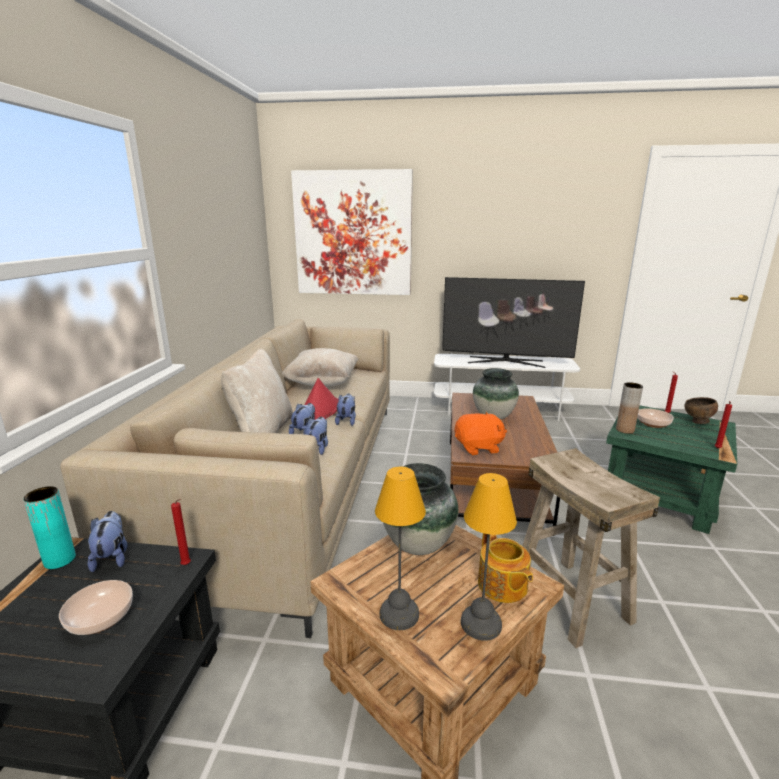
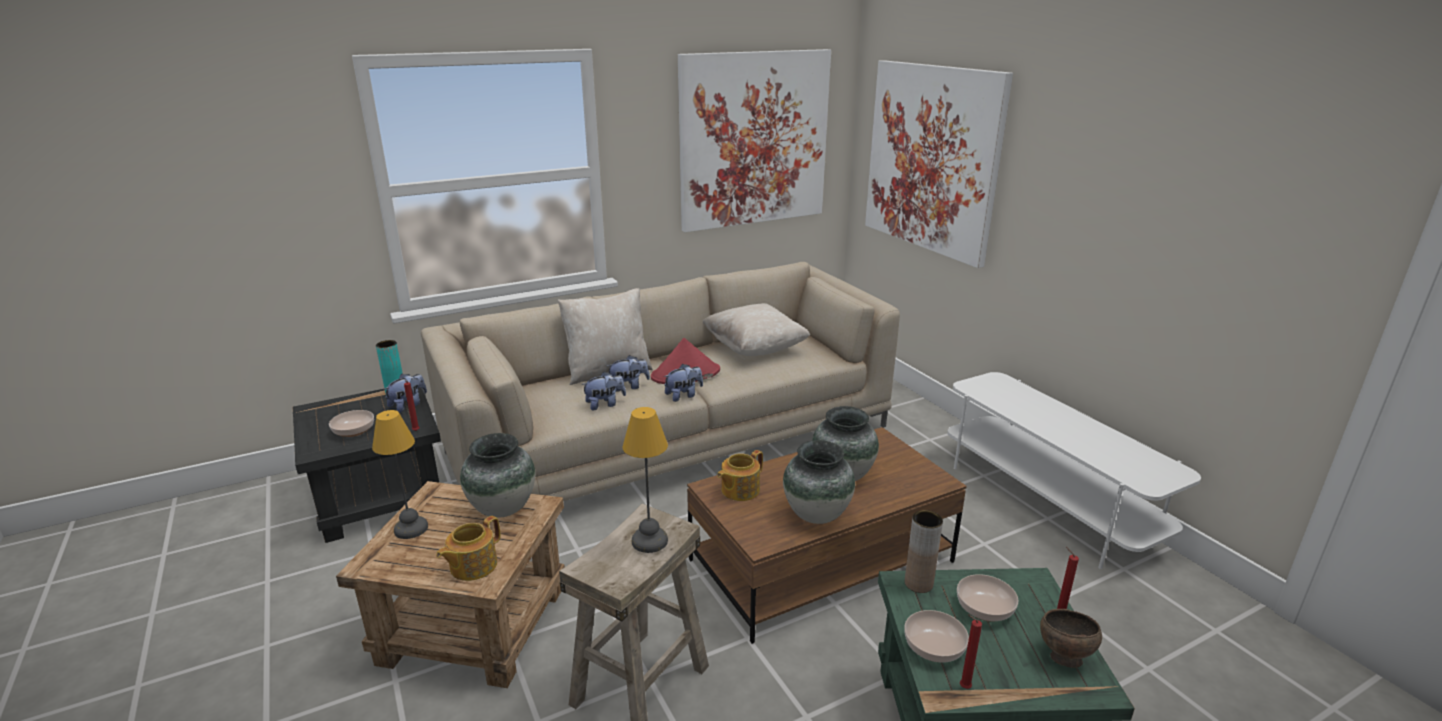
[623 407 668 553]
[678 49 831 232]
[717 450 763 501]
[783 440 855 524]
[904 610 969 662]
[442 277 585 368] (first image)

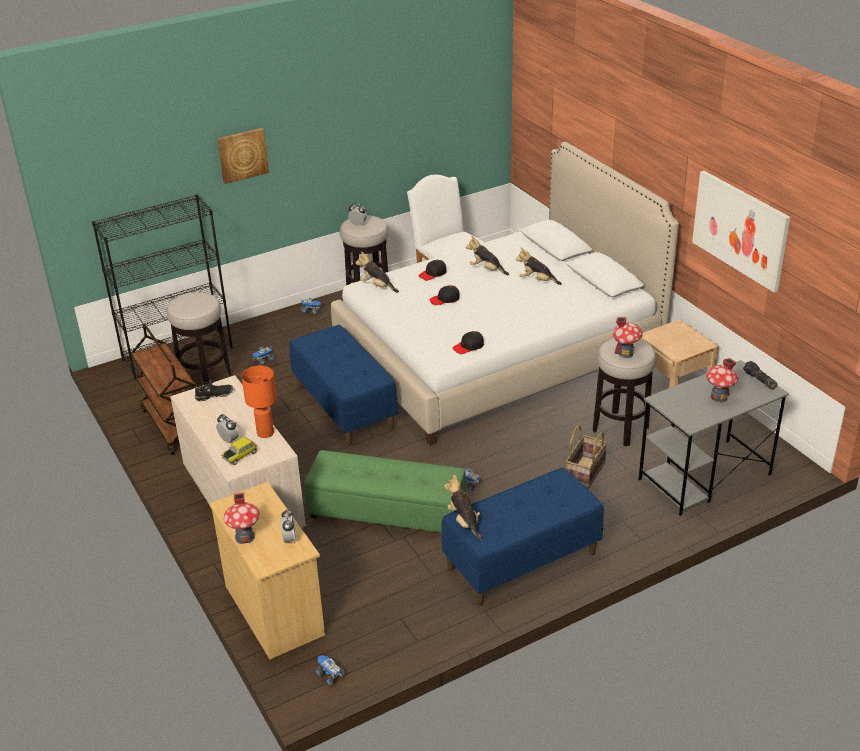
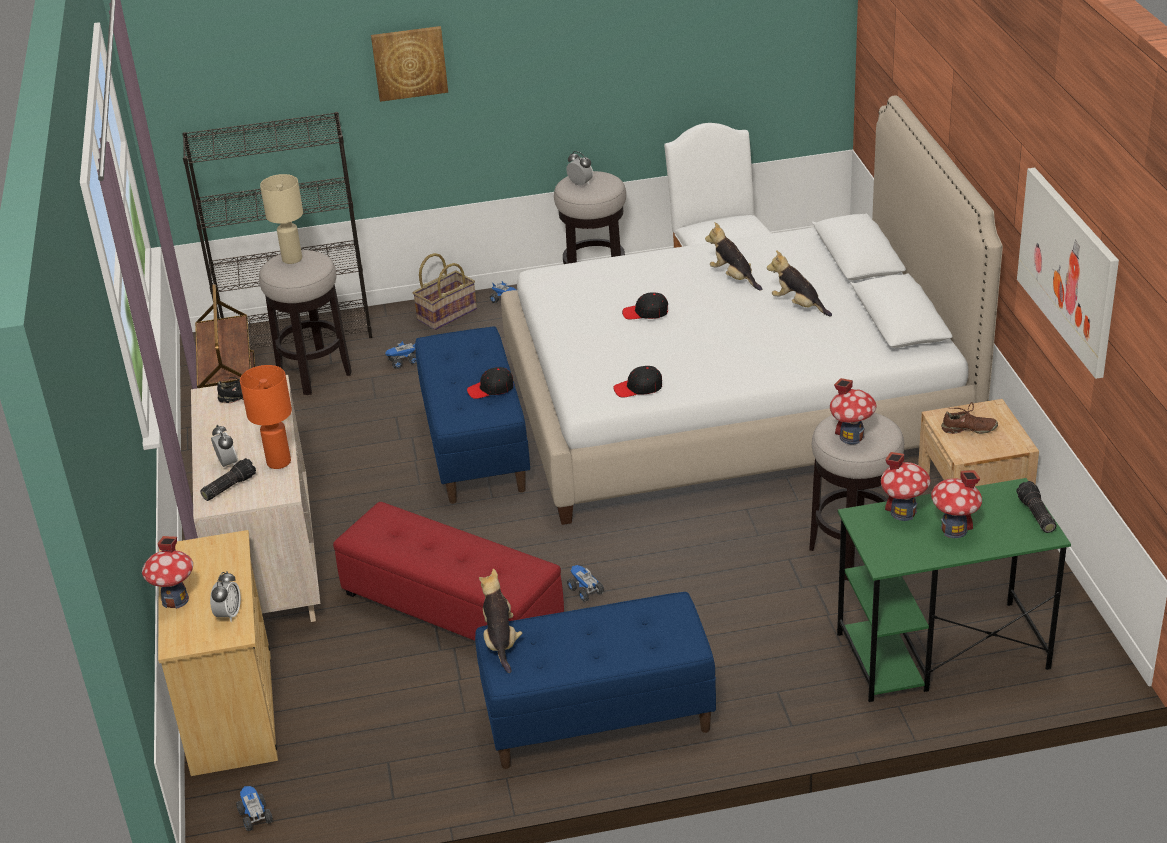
[200 458 256 501]
[260 174 303 264]
[333 502 564 641]
[413 253 477 330]
[467 367 513 399]
[837 478 1071 702]
[881 452 931 521]
[941 402 998 434]
[356 252 399 293] (first image)

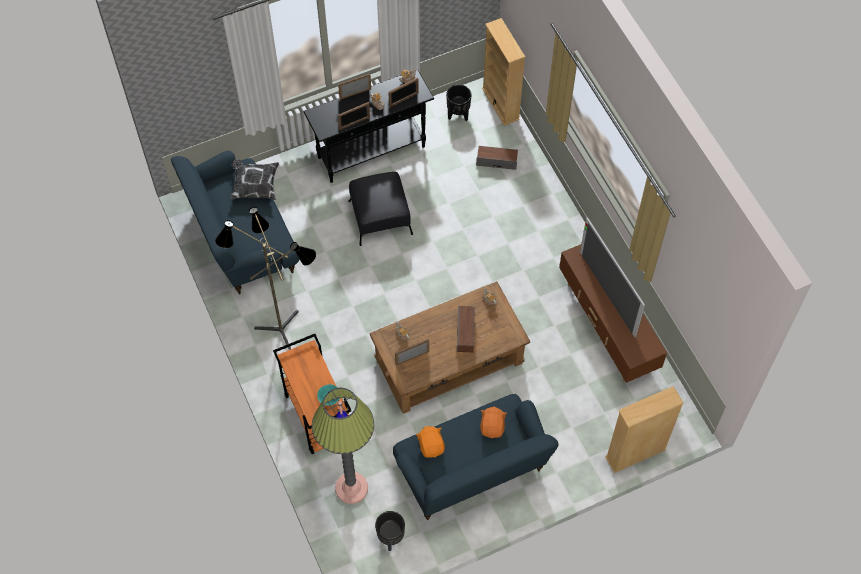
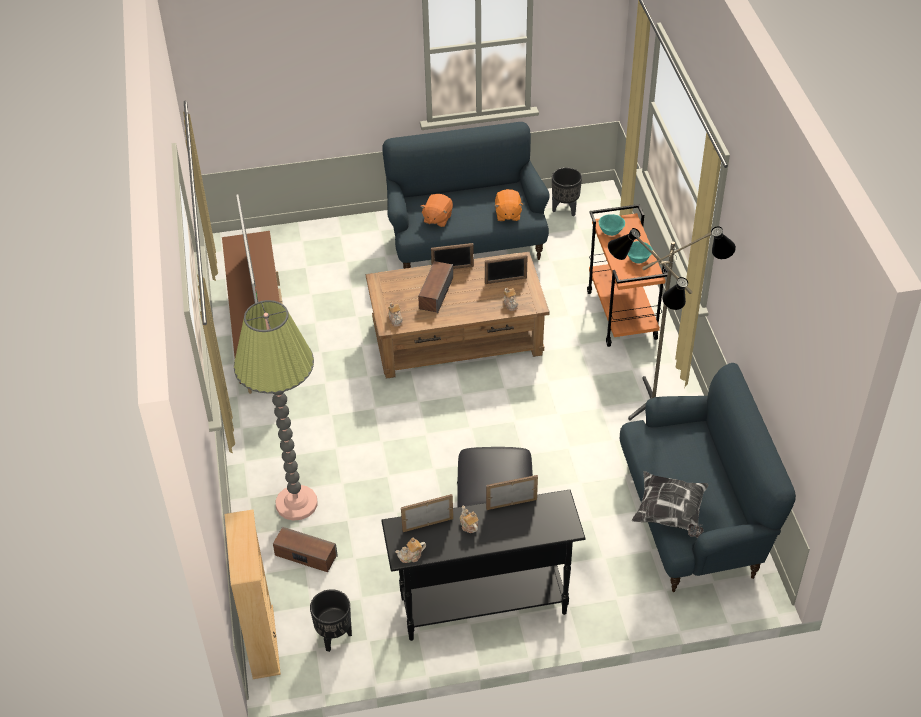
[234 300 318 521]
[431 243 474 269]
[628 241 653 264]
[605 386 684 473] (first image)

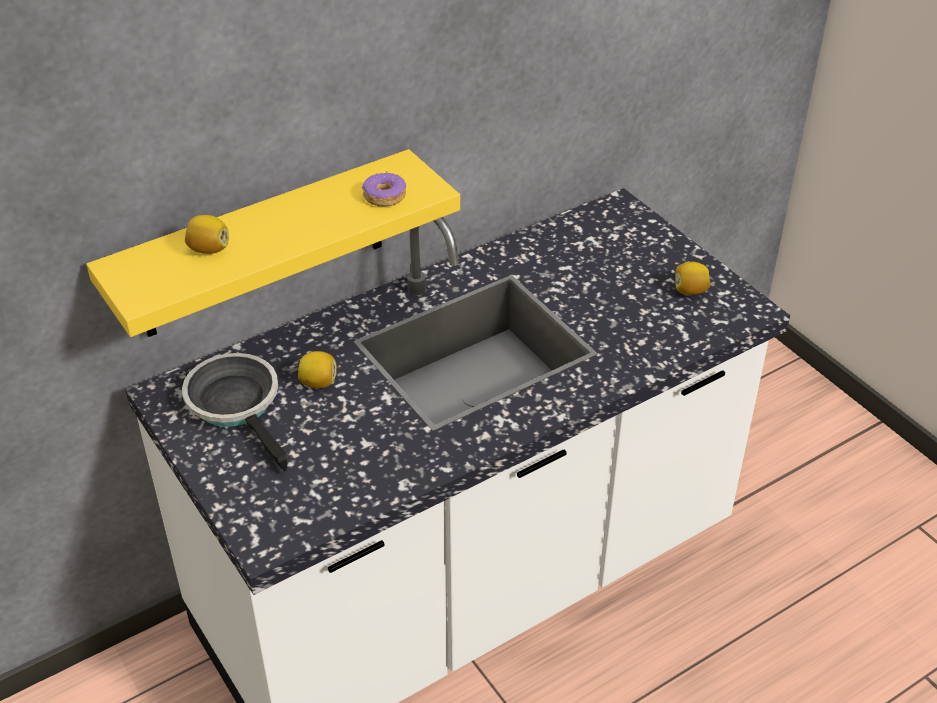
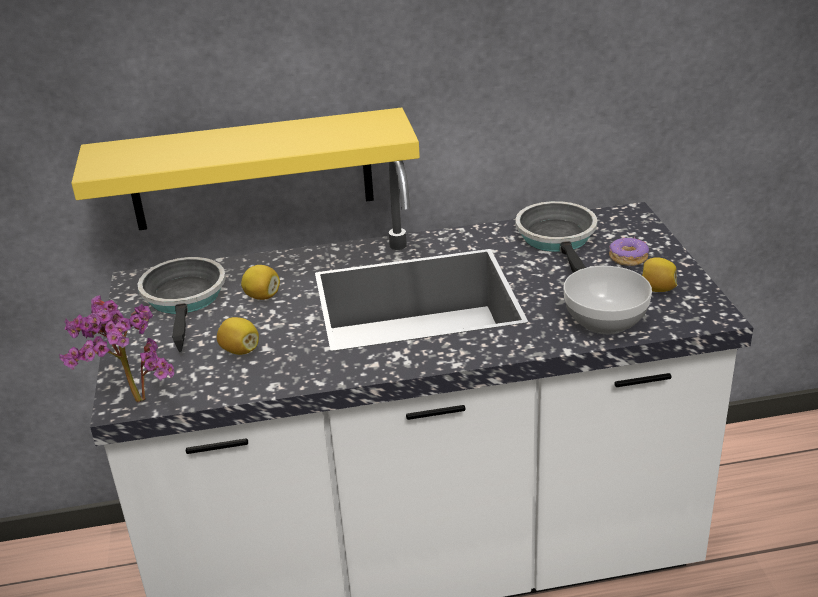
[59 295 174 403]
[217 317 259 355]
[515 201 598 273]
[564 266 652 335]
[609 237 649 266]

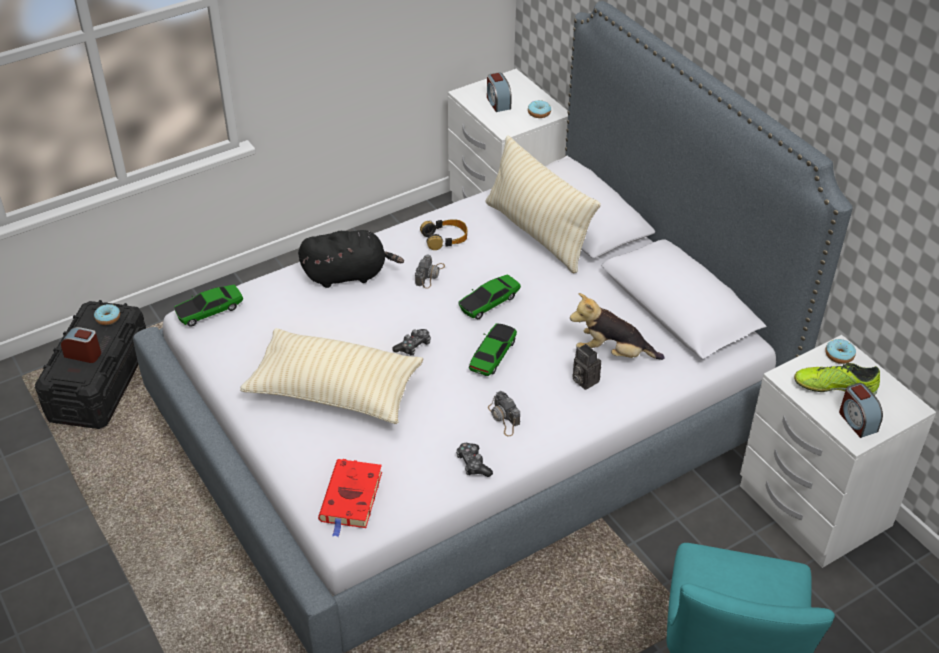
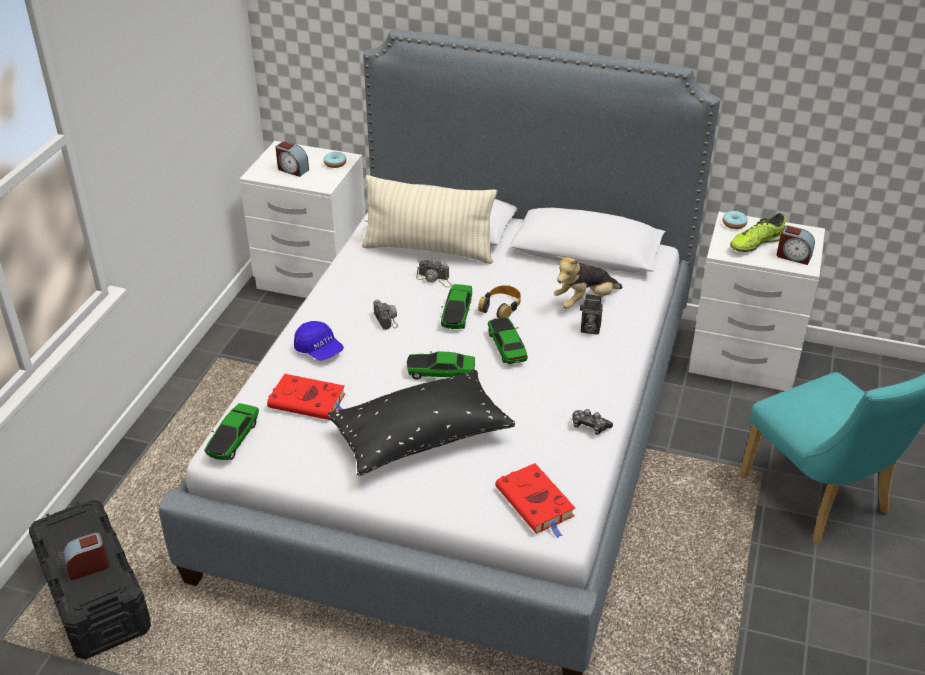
[267 374 345 420]
[294 321 344 360]
[328 369 515 476]
[407 351 475 379]
[416 260 452 287]
[478 285 521 318]
[94 304 120 325] (first image)

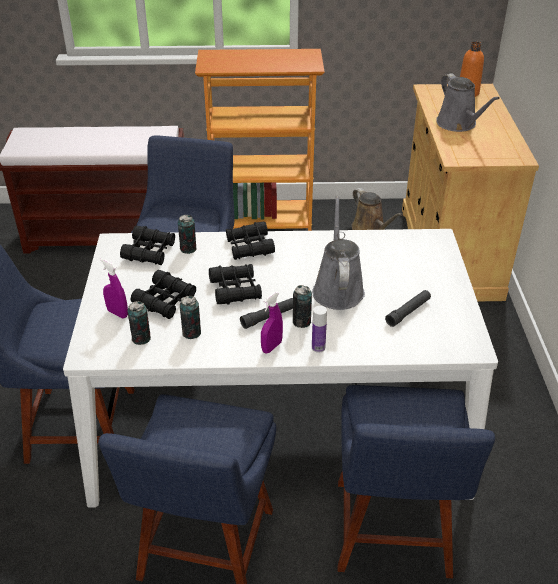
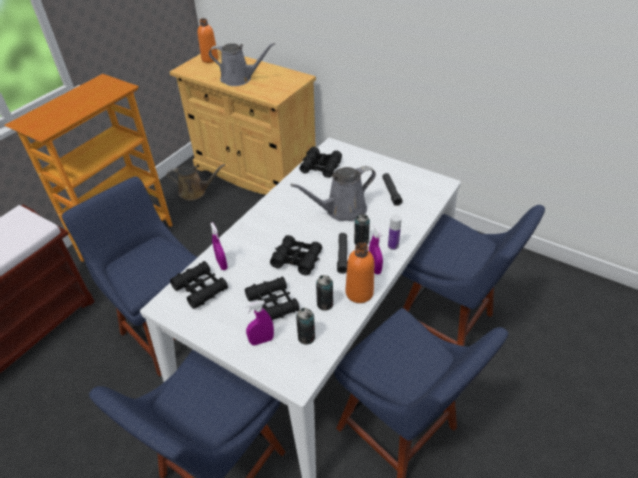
[210 222 228 270]
[291 166 376 221]
[299 147 342 178]
[345 243 374 303]

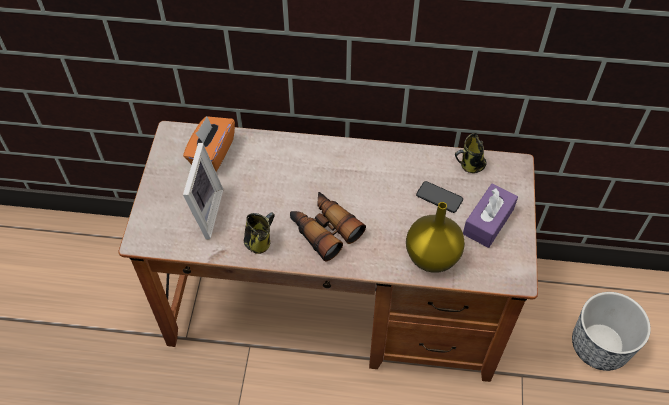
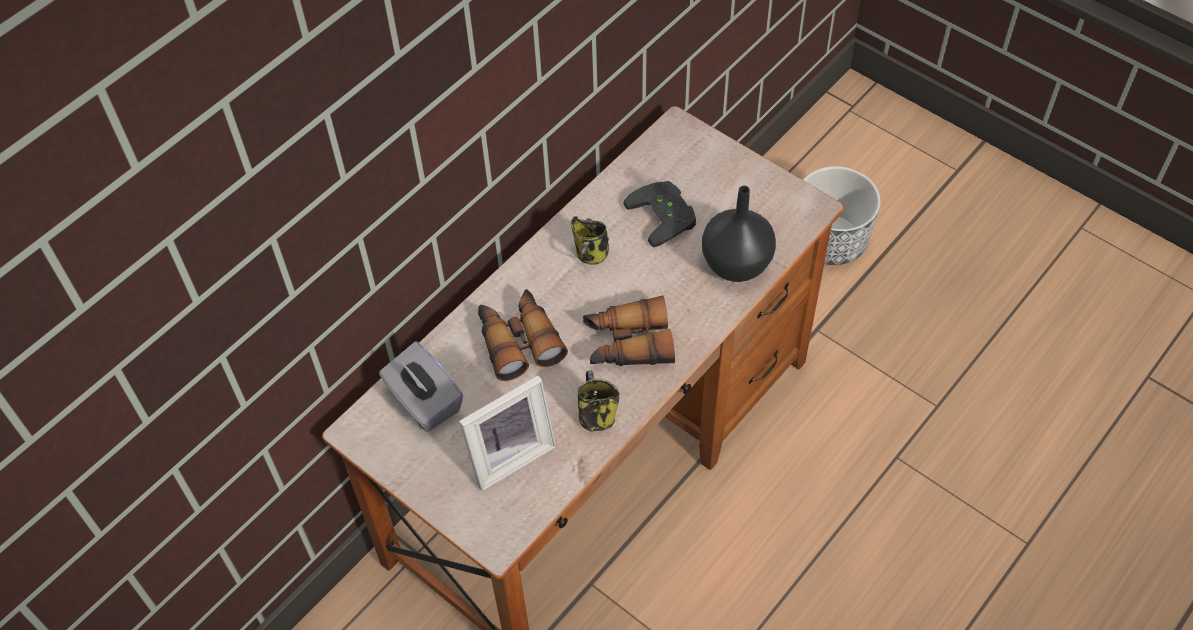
[379 342 463 432]
[459 375 556 491]
[478 289 568 381]
[571 216 609 264]
[623 181 696 247]
[702 186 776 282]
[463 183 518 248] (first image)

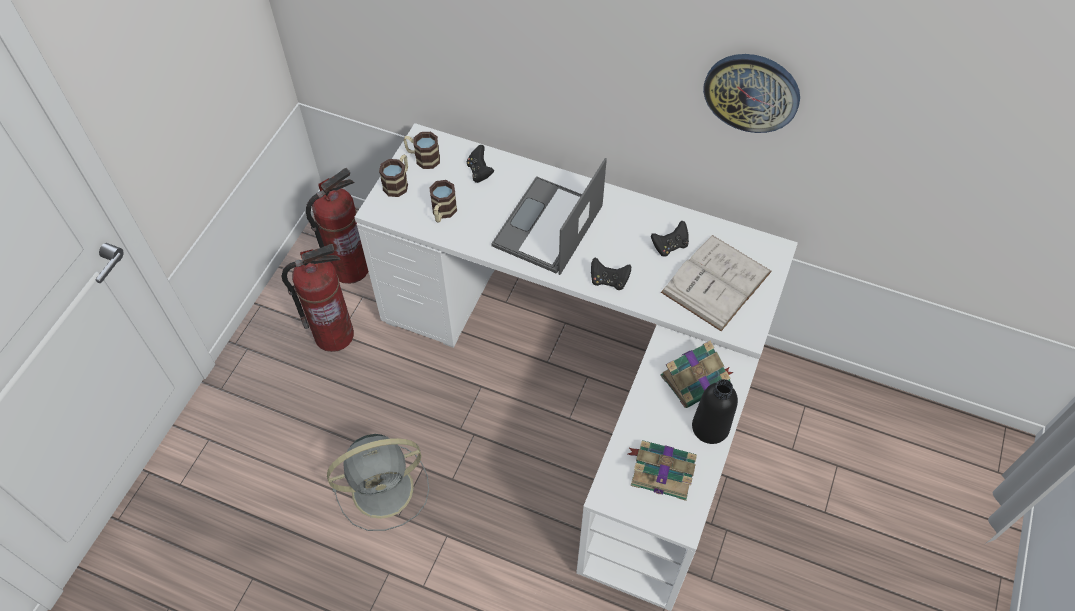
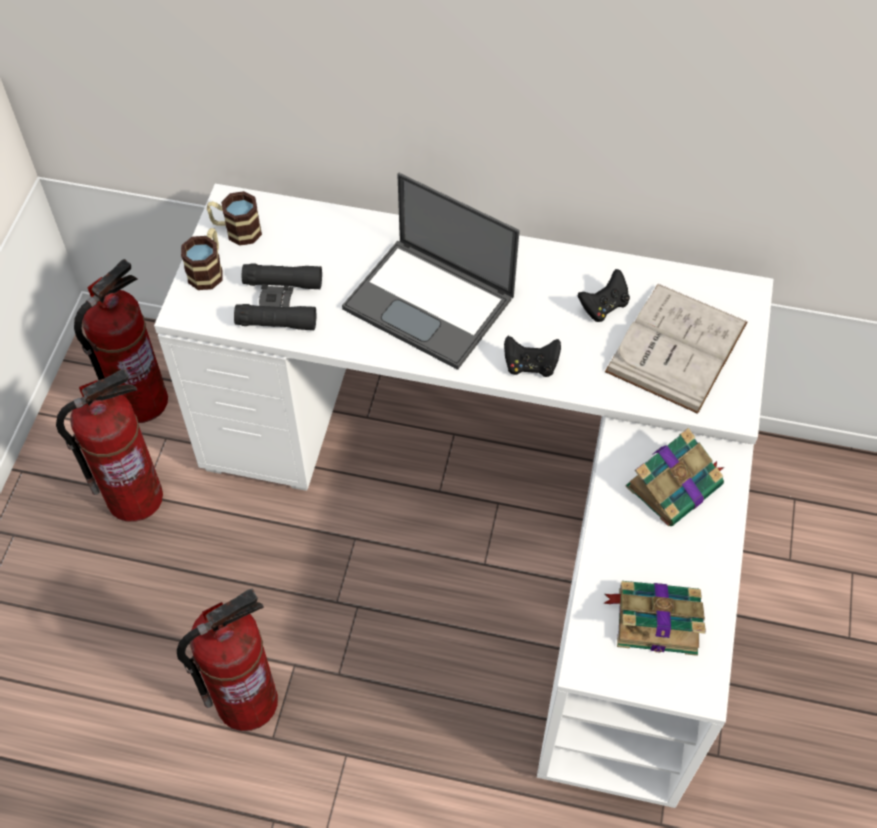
[177 589 278 731]
[234 263 322 330]
[342 173 520 370]
[467 145 494 183] (first image)
[692 379 738 444] (first image)
[703 54 800 133] (first image)

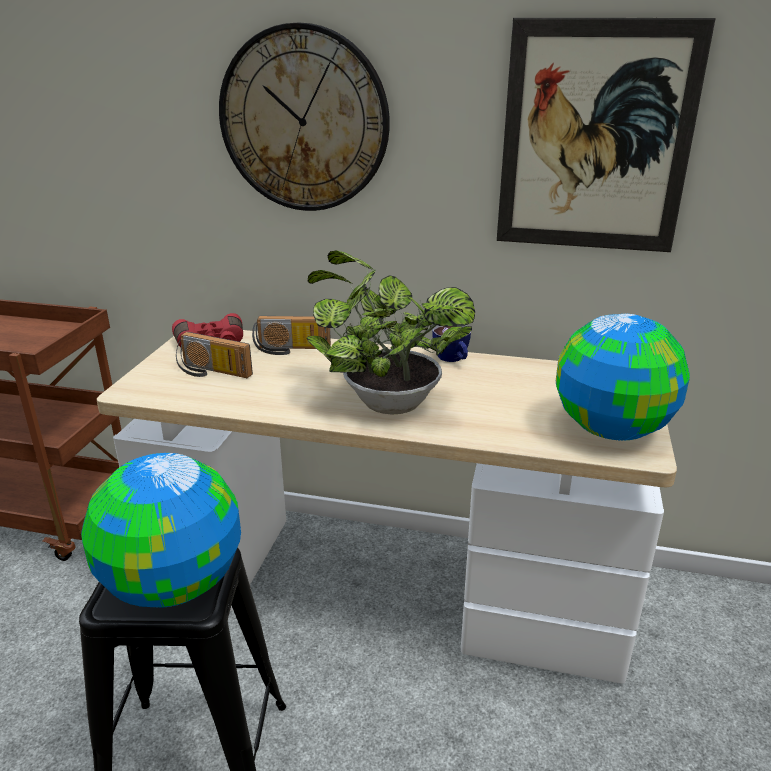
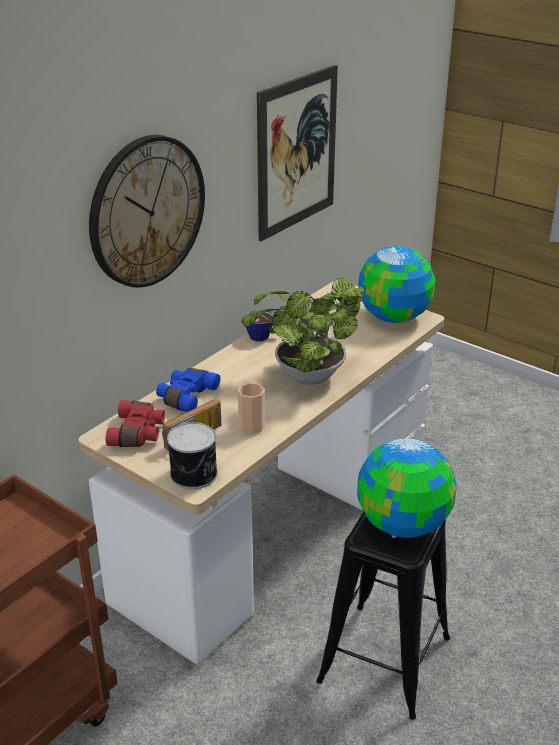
[156 368 220 412]
[167 422 217 490]
[238 383 265 434]

